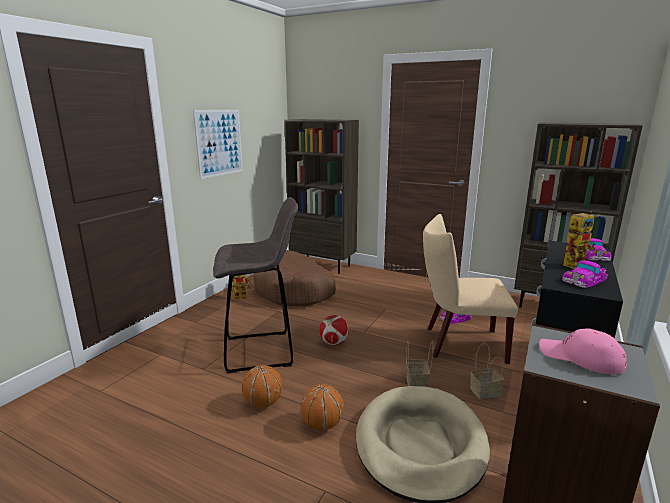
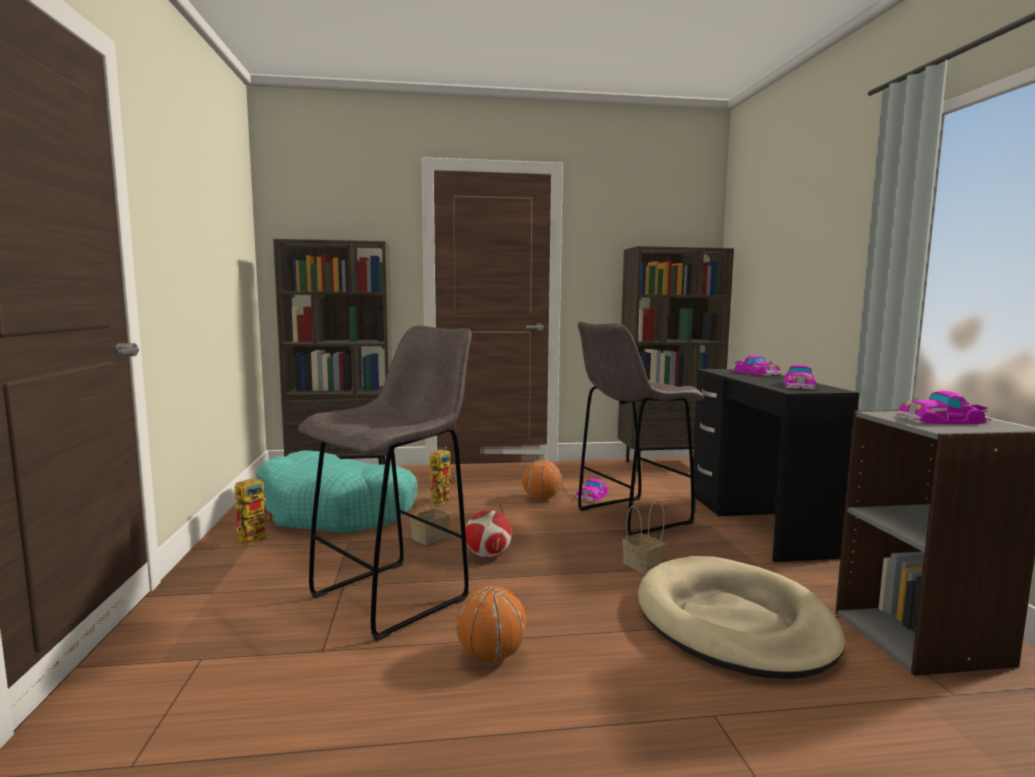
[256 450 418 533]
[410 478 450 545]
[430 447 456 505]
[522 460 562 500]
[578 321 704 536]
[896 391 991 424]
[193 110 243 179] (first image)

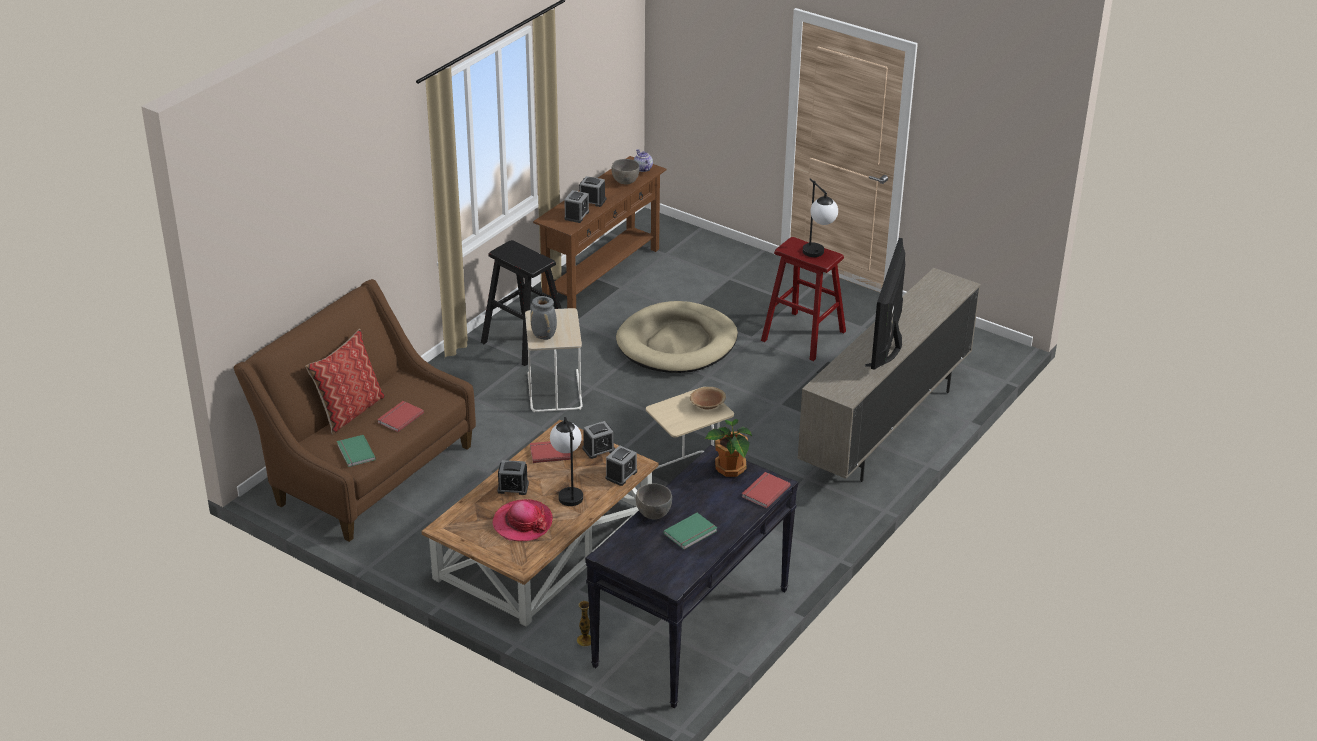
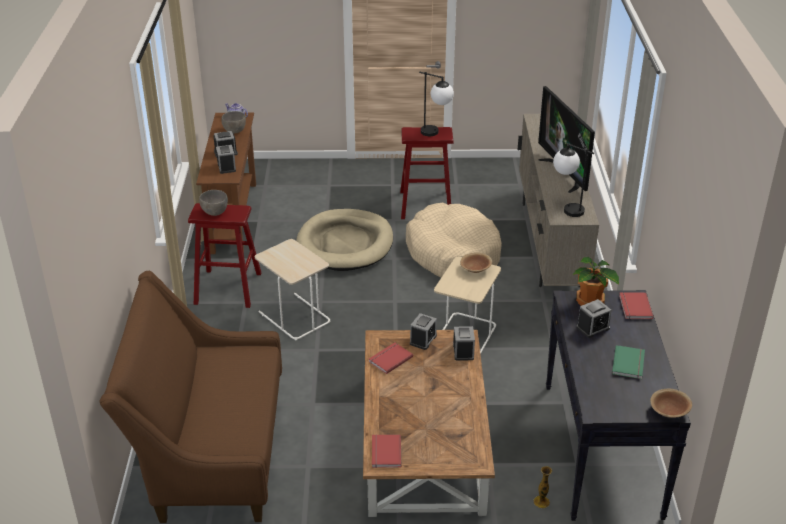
[188 203 261 308]
[199 190 228 216]
[372 434 401 468]
[406 203 502 277]
[553 143 594 217]
[576 299 612 338]
[650 389 692 418]
[305 329 385 435] (first image)
[337 435 376 467] (first image)
[493 499 553 541] (first image)
[530 296 557 340] (first image)

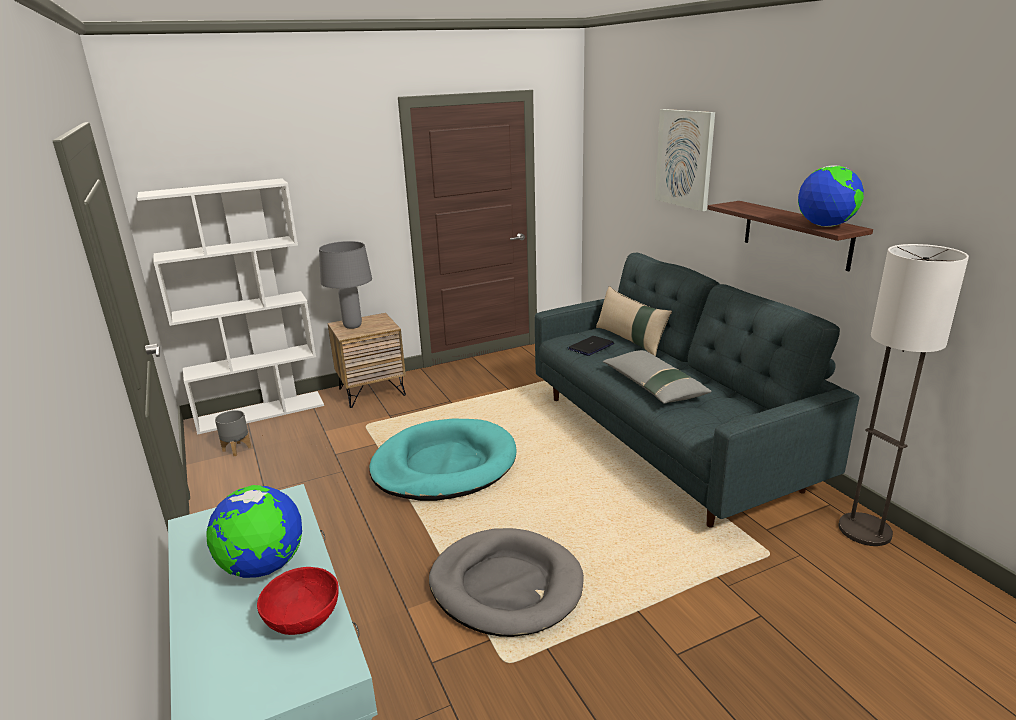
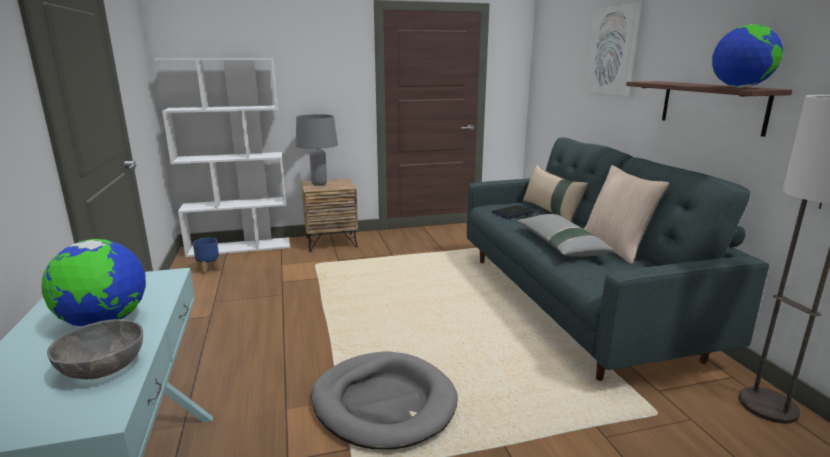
[47 319 143 379]
[193 238 221 275]
[584 165 670 264]
[369 418 517 501] (first image)

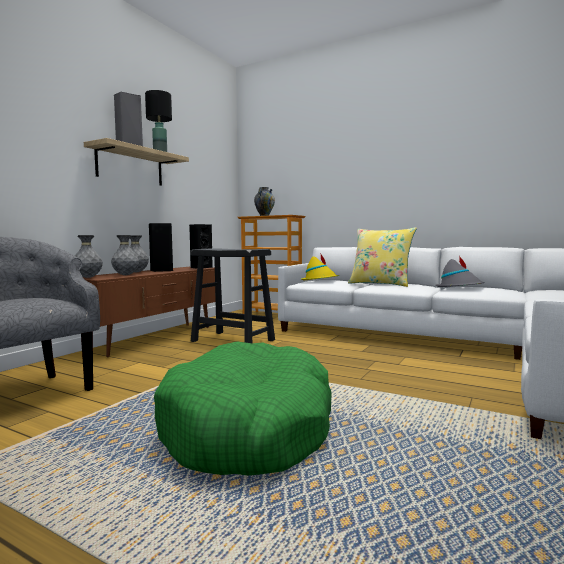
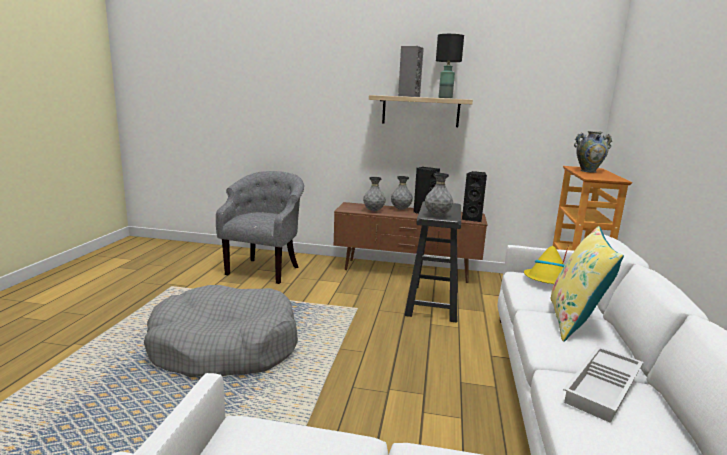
[144 285 298 377]
[425 173 453 216]
[563 346 643 423]

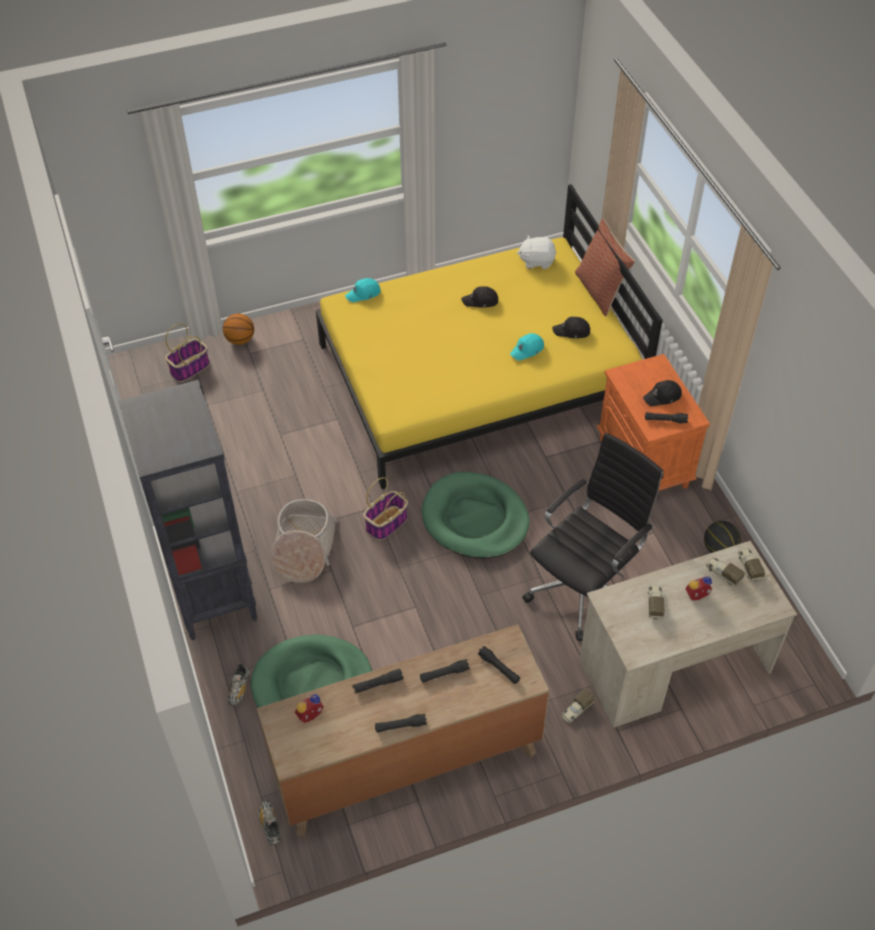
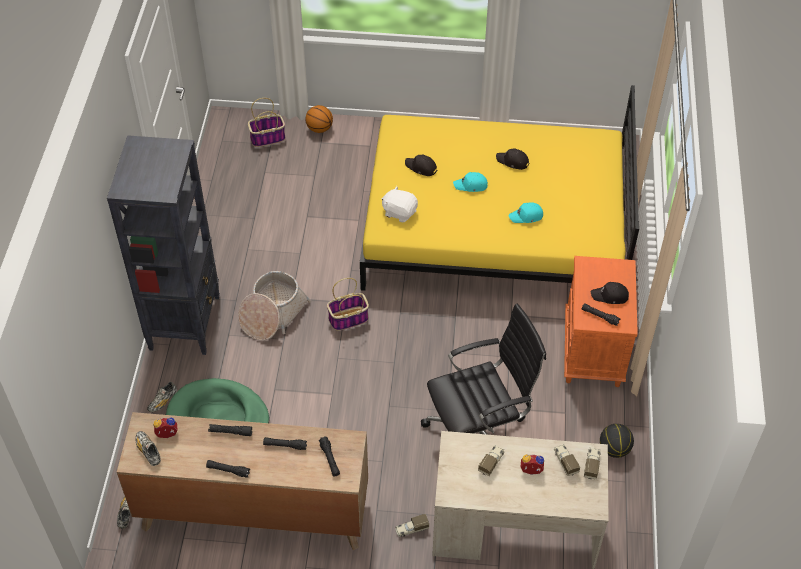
[135 431 161 466]
[381 186 418 223]
[405 155 437 176]
[453 172 488 192]
[422 472 530 559] (first image)
[575 218 635 316] (first image)

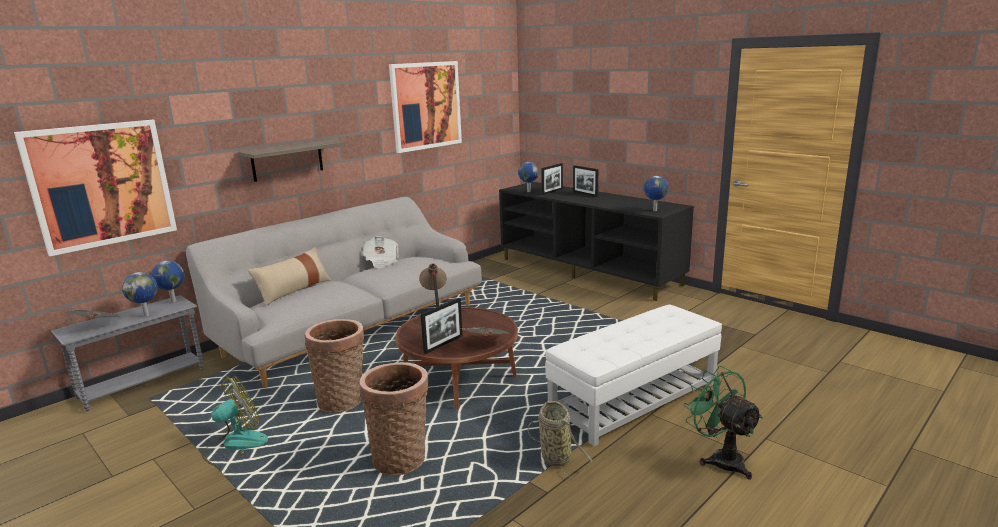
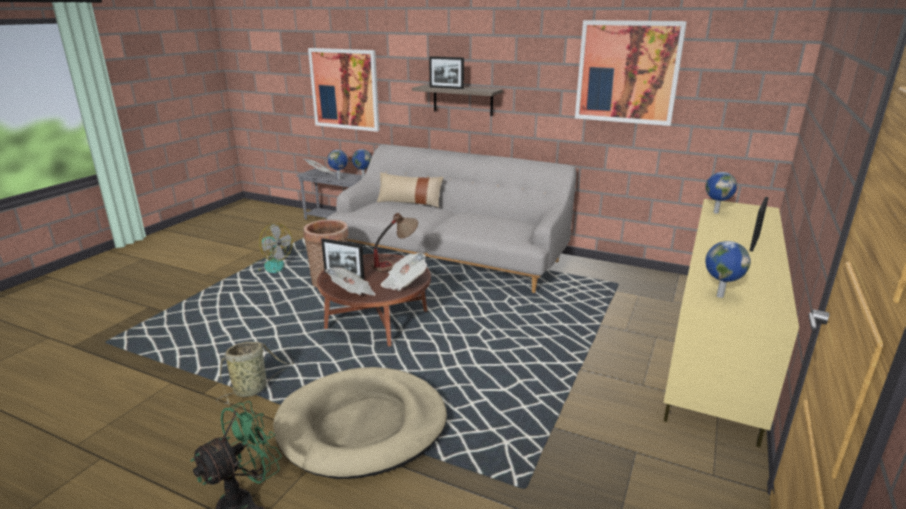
[273 367 447 479]
[381 253 427 291]
[429 56 464 89]
[664 199 799 447]
[359 362 429 476] (first image)

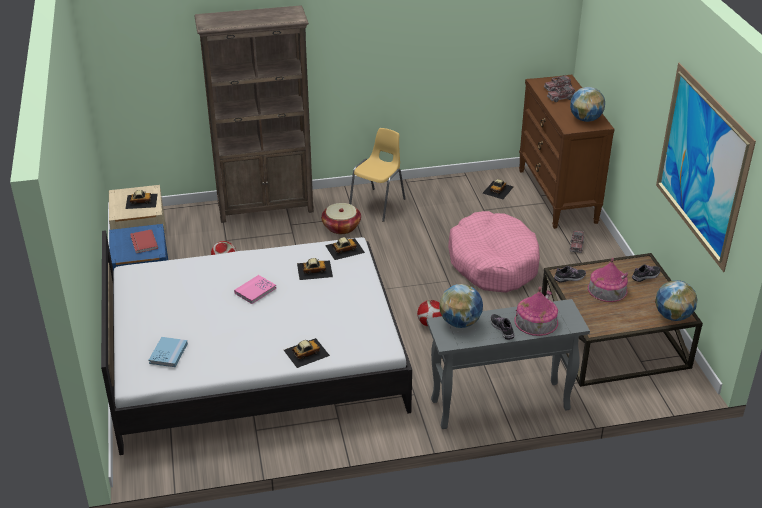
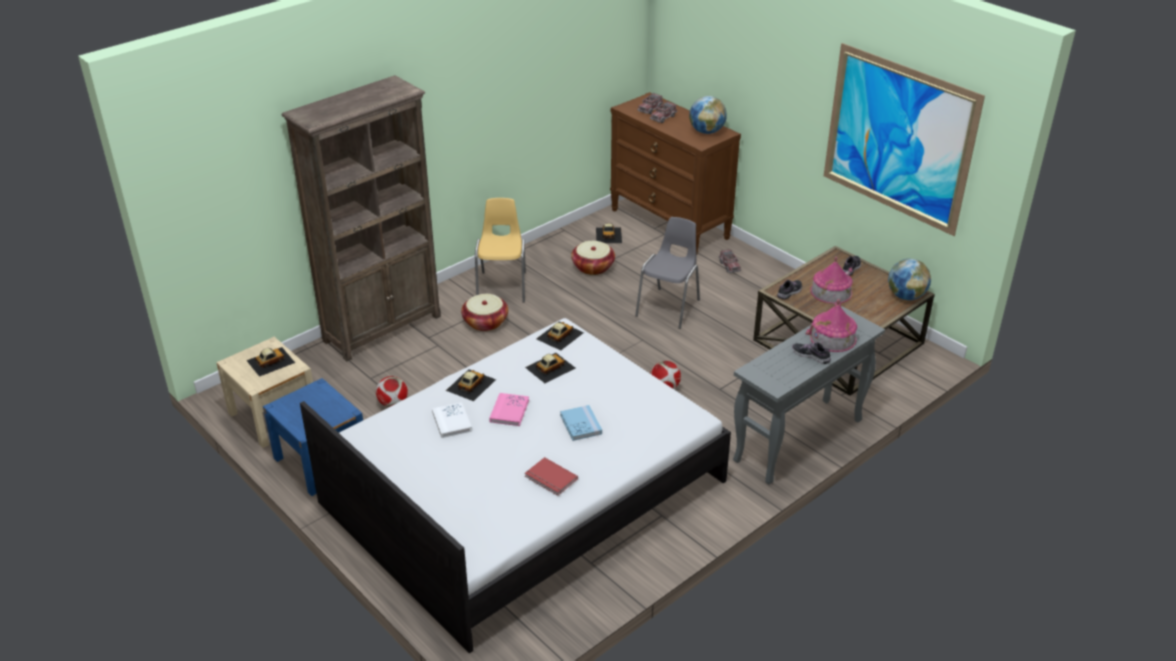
[432 402 472 438]
[446 369 496 401]
[525 457 578 496]
[560 405 602 441]
[571 241 615 275]
[635 217 700 329]
[439 284 483 328] (first image)

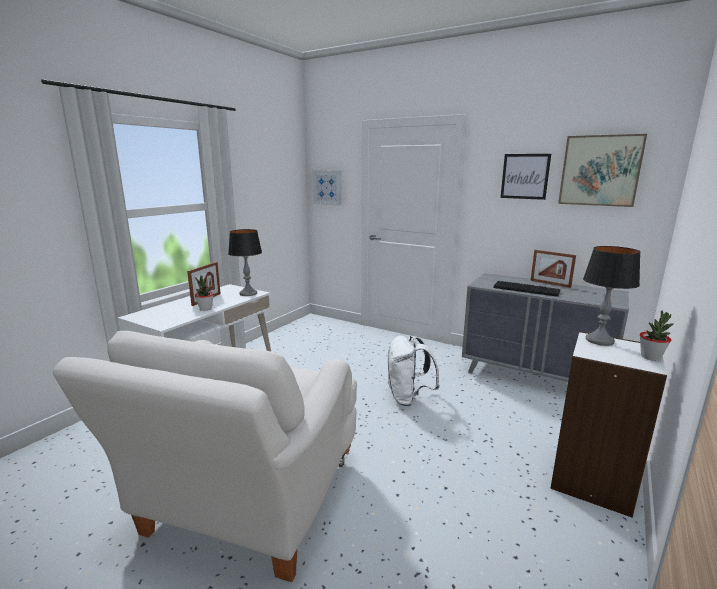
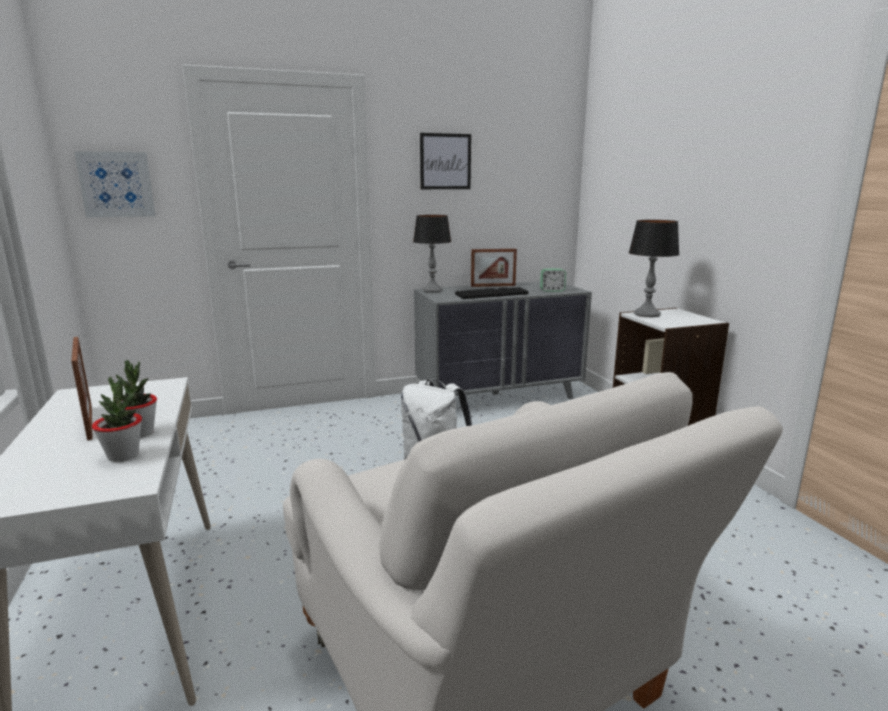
[92 377 142 462]
[413 215 451 293]
[540 268 566 292]
[558 134 647 207] (first image)

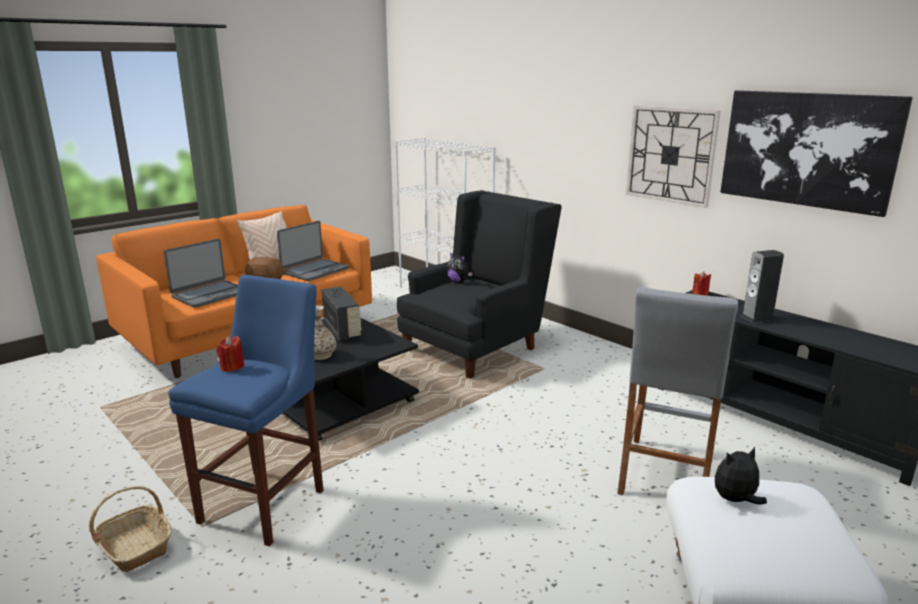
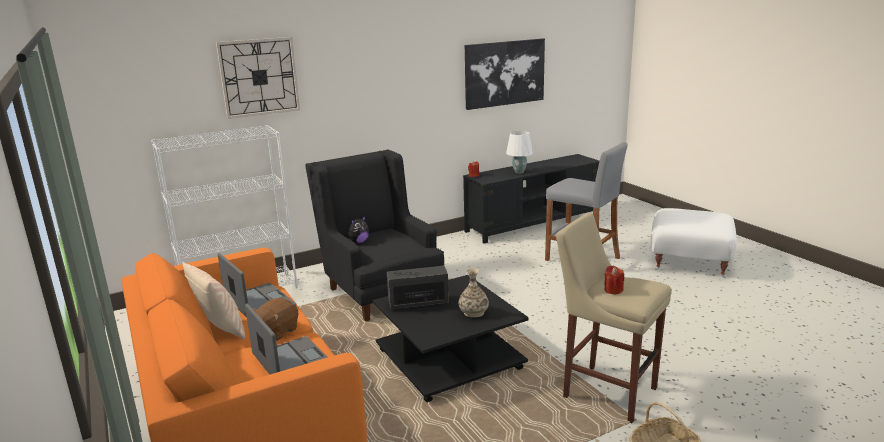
[216 37 300 119]
[506 131 533 173]
[556 213 672 423]
[715 447 767 505] (first image)

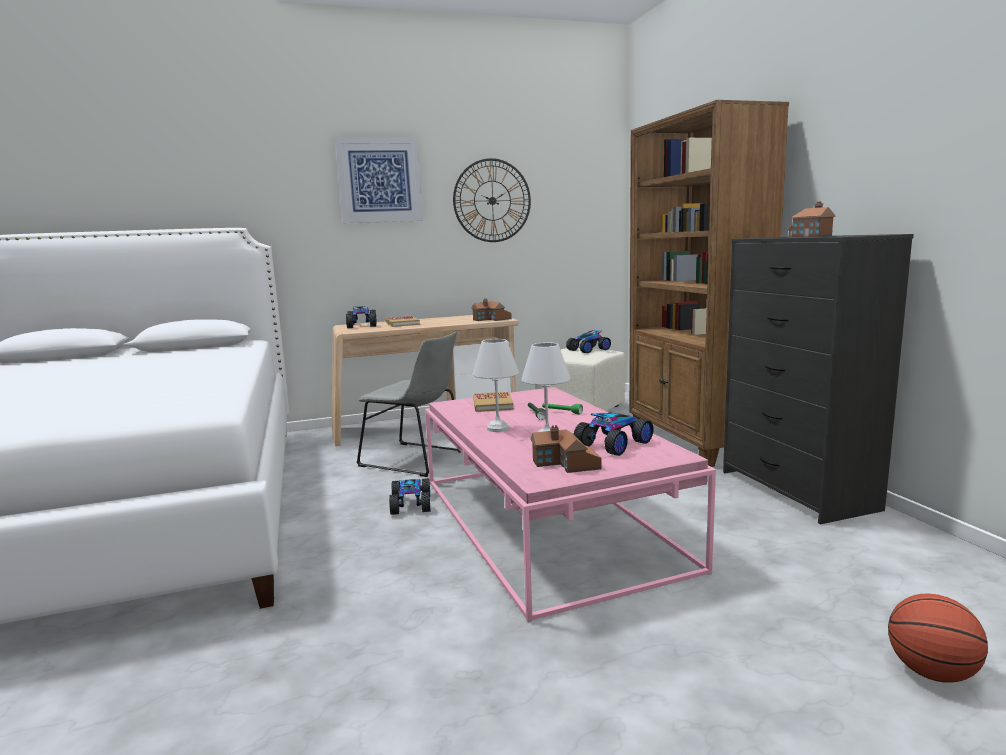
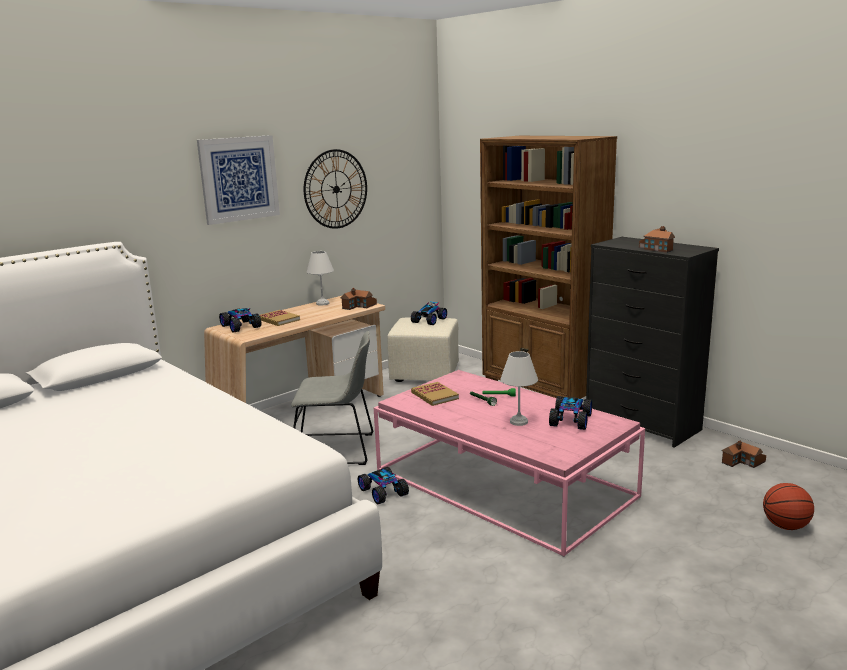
[307 251 334 305]
[722 440 766 468]

